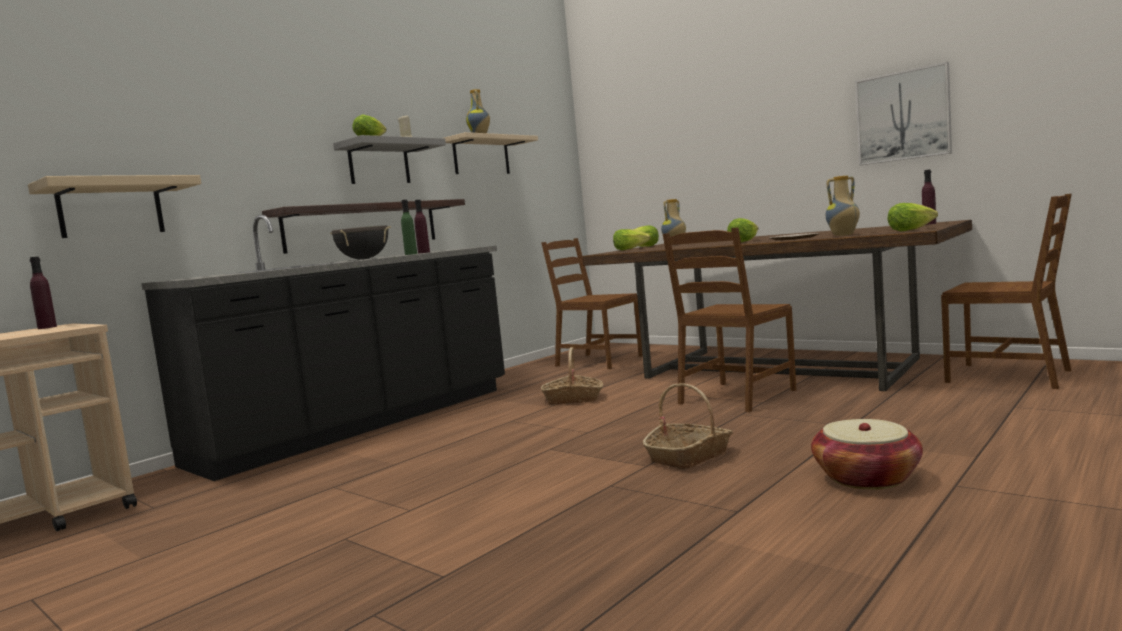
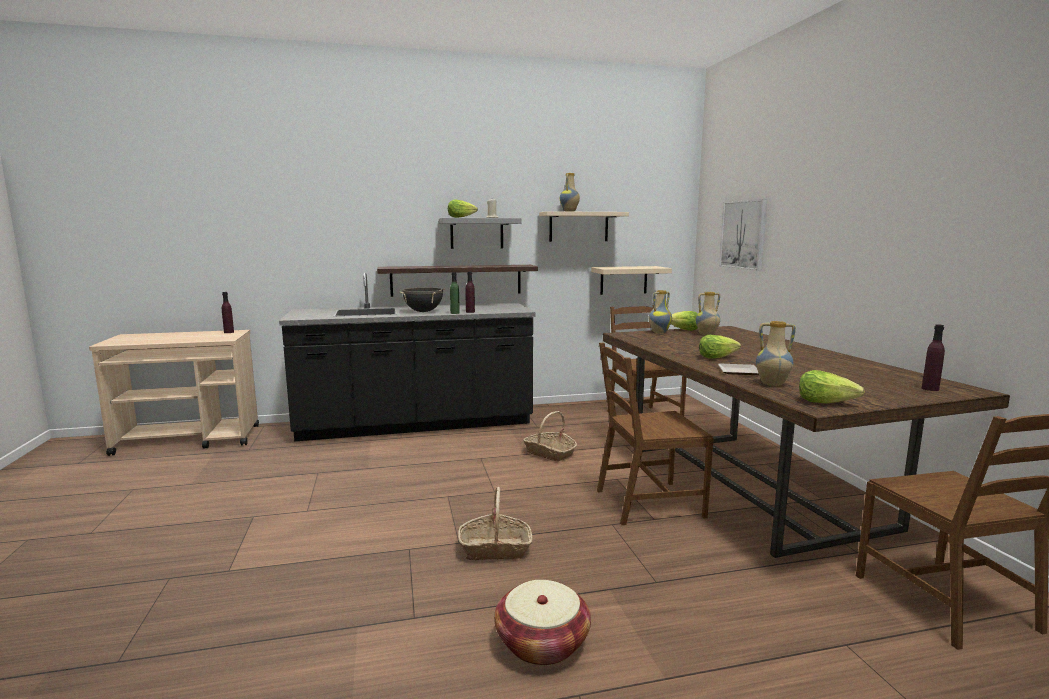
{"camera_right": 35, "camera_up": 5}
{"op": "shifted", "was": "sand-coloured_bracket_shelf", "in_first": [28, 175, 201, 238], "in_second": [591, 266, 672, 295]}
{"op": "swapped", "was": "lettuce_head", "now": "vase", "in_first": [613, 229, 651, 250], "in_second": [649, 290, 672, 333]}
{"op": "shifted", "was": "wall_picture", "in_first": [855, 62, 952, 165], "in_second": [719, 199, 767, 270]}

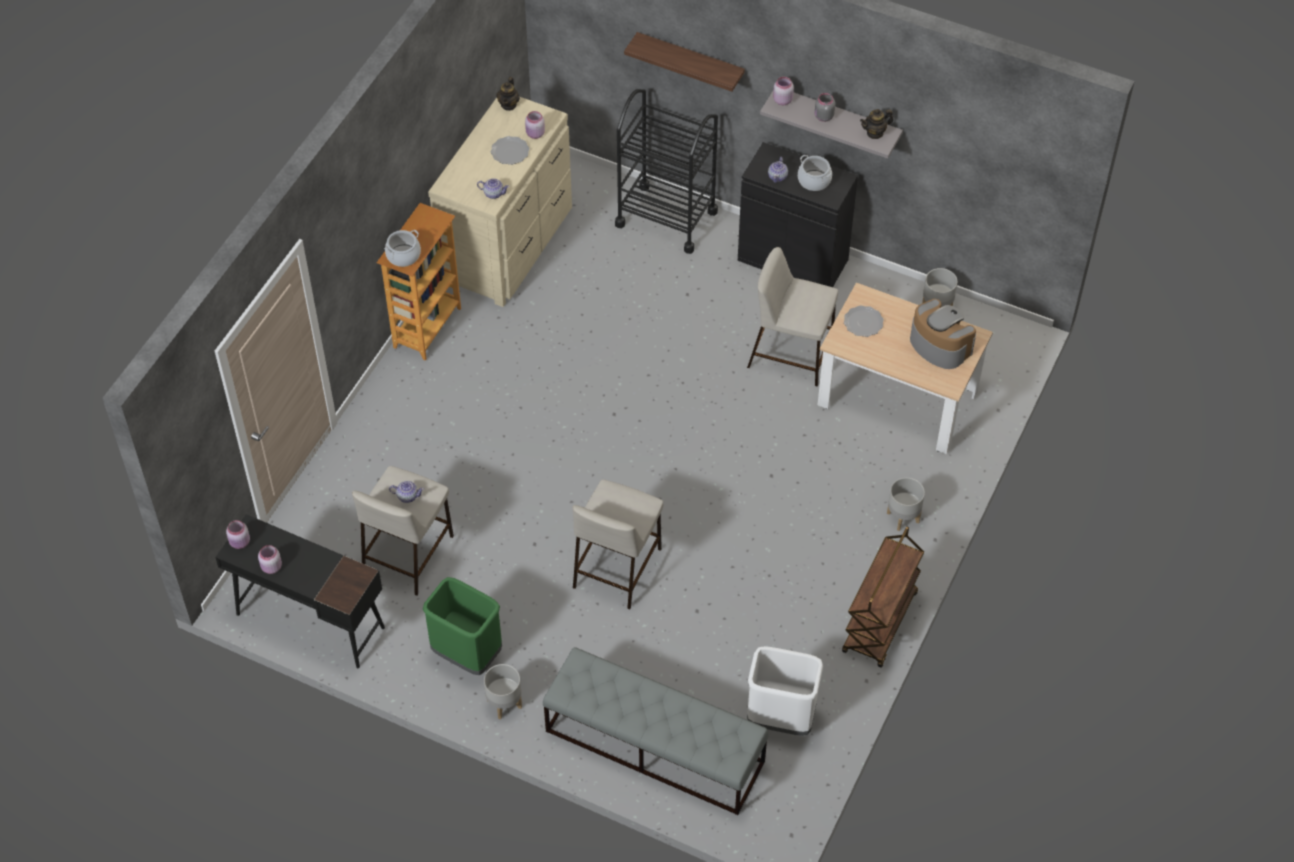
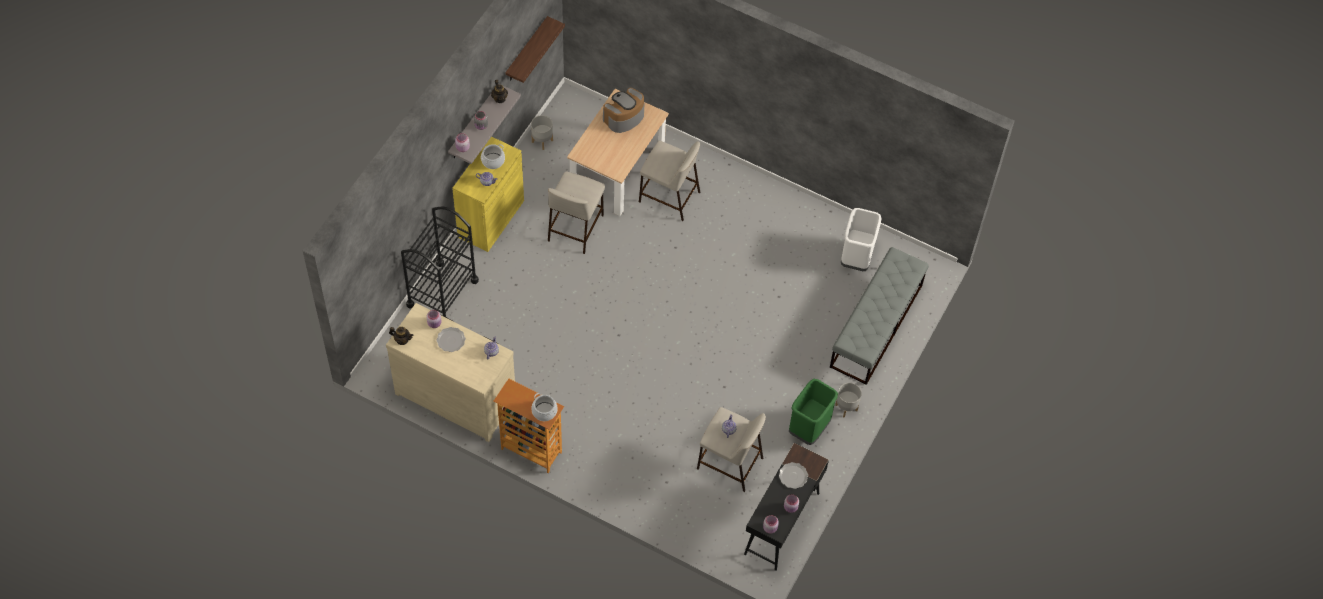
{"camera_right": -90, "camera_up": 5}
{"op": "shifted", "was": "sand-coloured_stool_seat", "in_first": [573, 479, 663, 609], "in_second": [639, 141, 700, 221]}
{"op": "shifted", "was": "bracket_shelf", "in_first": [624, 32, 745, 92], "in_second": [505, 16, 565, 83]}
{"op": "repainted", "was": "blackish_cupboard", "now": "yellow-coloured_cupboard", "in_first": [738, 142, 858, 287], "in_second": [452, 137, 524, 252]}
{"op": "gone", "was": "brownish_wheeled_cart", "in_first": [842, 527, 924, 668]}
{"op": "shifted", "was": "plate", "in_first": [844, 306, 884, 337], "in_second": [779, 462, 808, 489]}
{"op": "gone", "was": "greyish_plant_pot", "in_first": [887, 478, 925, 531]}

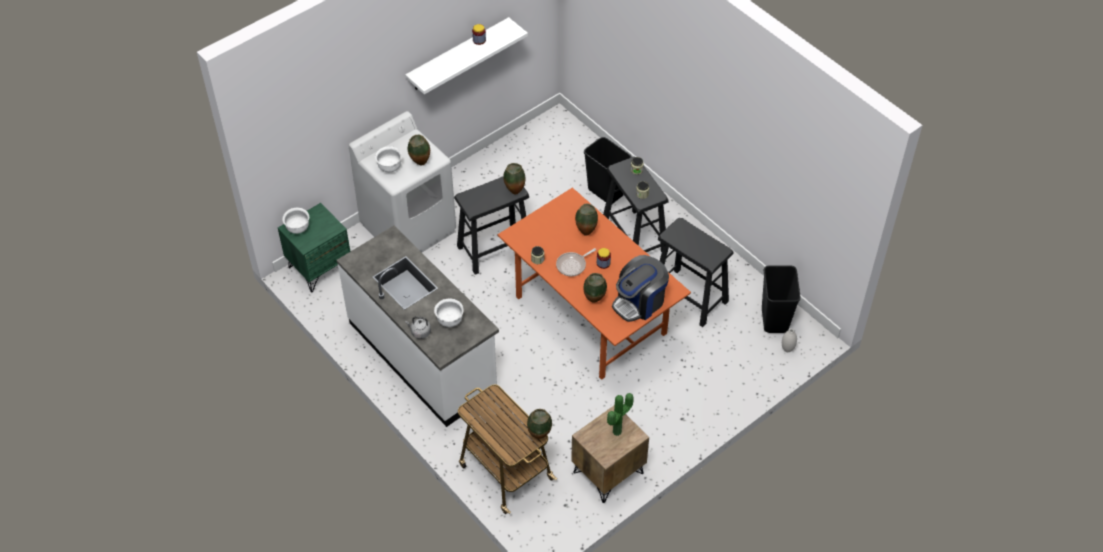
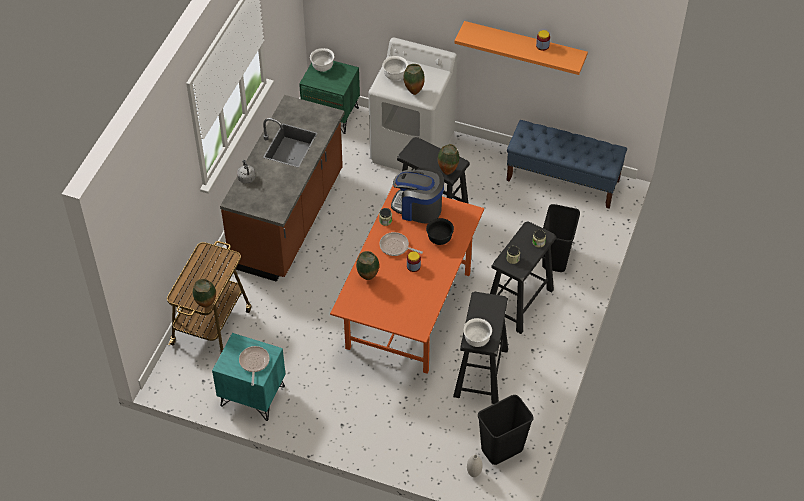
{"camera_right": 60, "camera_up": 0}
{"op": "repainted", "was": "white-coloured_counter", "now": "brownish_counter", "in_first": [337, 226, 499, 427], "in_second": [220, 95, 345, 282]}
{"op": "repainted", "was": "white-coloured_bracket_shelf", "now": "orange-coloured_bracket_shelf", "in_first": [405, 17, 528, 94], "in_second": [454, 21, 588, 75]}
{"op": "shifted", "was": "white-coloured_bowl", "in_first": [434, 298, 464, 327], "in_second": [463, 318, 492, 347]}
{"op": "repainted", "was": "brownish_bedside_table", "now": "blue-green_bedside_table", "in_first": [571, 405, 649, 503], "in_second": [212, 333, 285, 421]}
{"op": "swapped", "was": "vase", "now": "blackish_bowl", "in_first": [575, 204, 598, 236], "in_second": [426, 218, 454, 245]}
{"op": "swapped", "was": "potted_plant", "now": "skillet", "in_first": [607, 393, 634, 436], "in_second": [239, 346, 270, 386]}
{"op": "shifted", "was": "coffee_maker", "in_first": [612, 255, 669, 322], "in_second": [391, 168, 444, 224]}
{"op": "new", "now": "blue-coloured_bench", "in_second": [506, 120, 627, 208]}

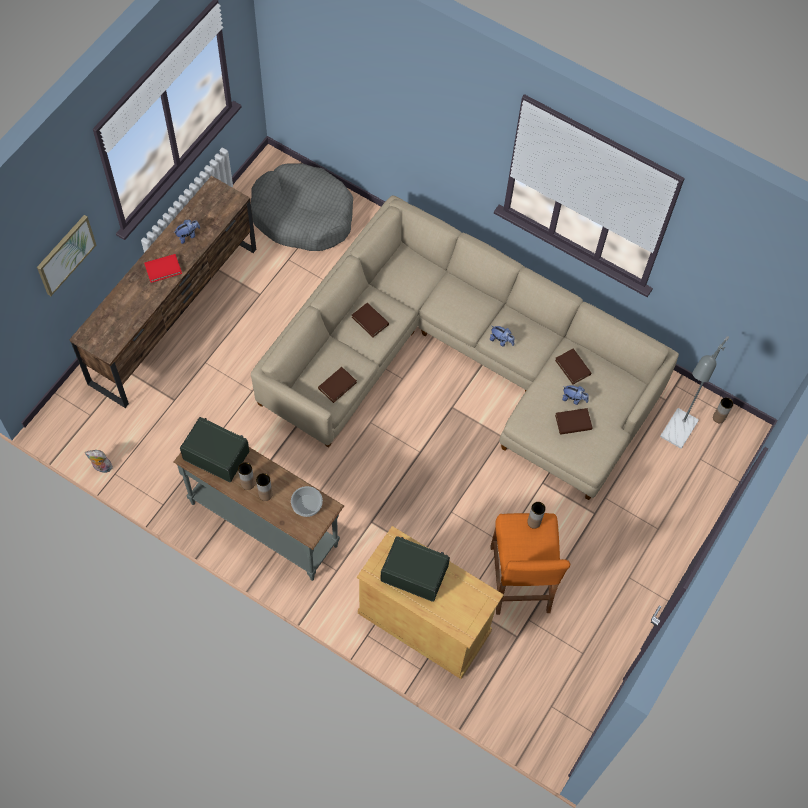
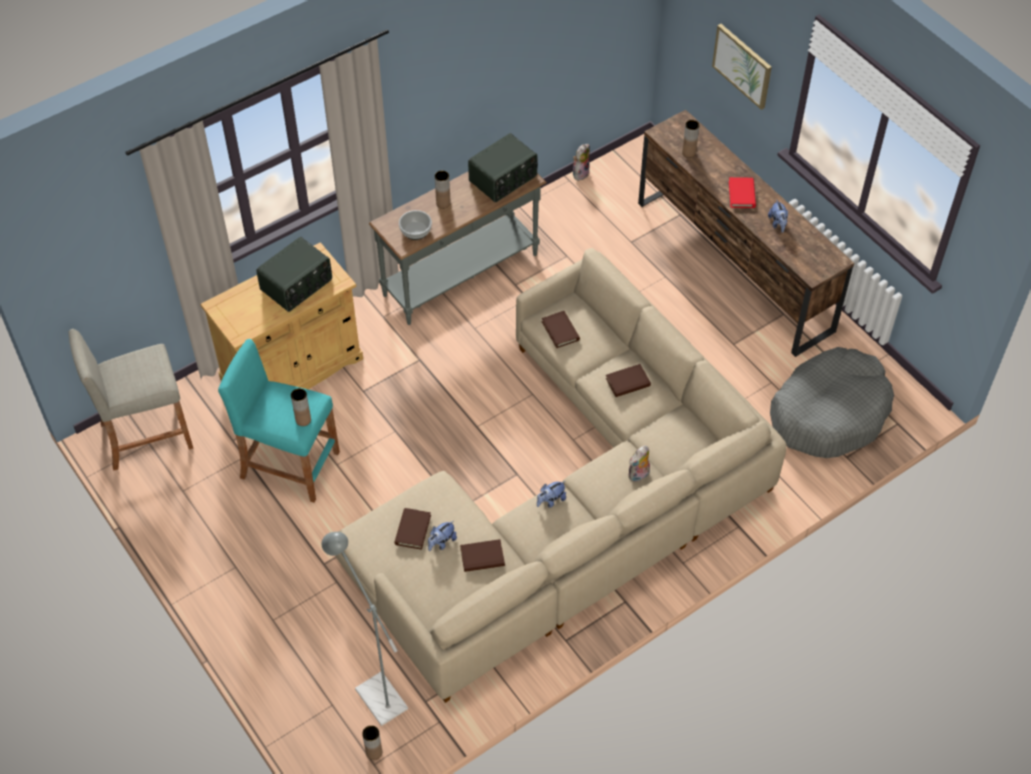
{"camera_right": 115, "camera_up": -10}
{"op": "shifted", "was": "brownish_vase", "in_first": [238, 462, 255, 490], "in_second": [682, 120, 700, 158]}
{"op": "repainted", "was": "orange-coloured_stool_seat", "now": "blue-green_stool_seat", "in_first": [490, 513, 570, 615], "in_second": [218, 339, 340, 503]}
{"op": "new", "now": "sand-coloured_stool_seat", "in_second": [68, 329, 193, 471]}
{"op": "new", "now": "cuddly_toy", "in_second": [629, 446, 650, 482]}

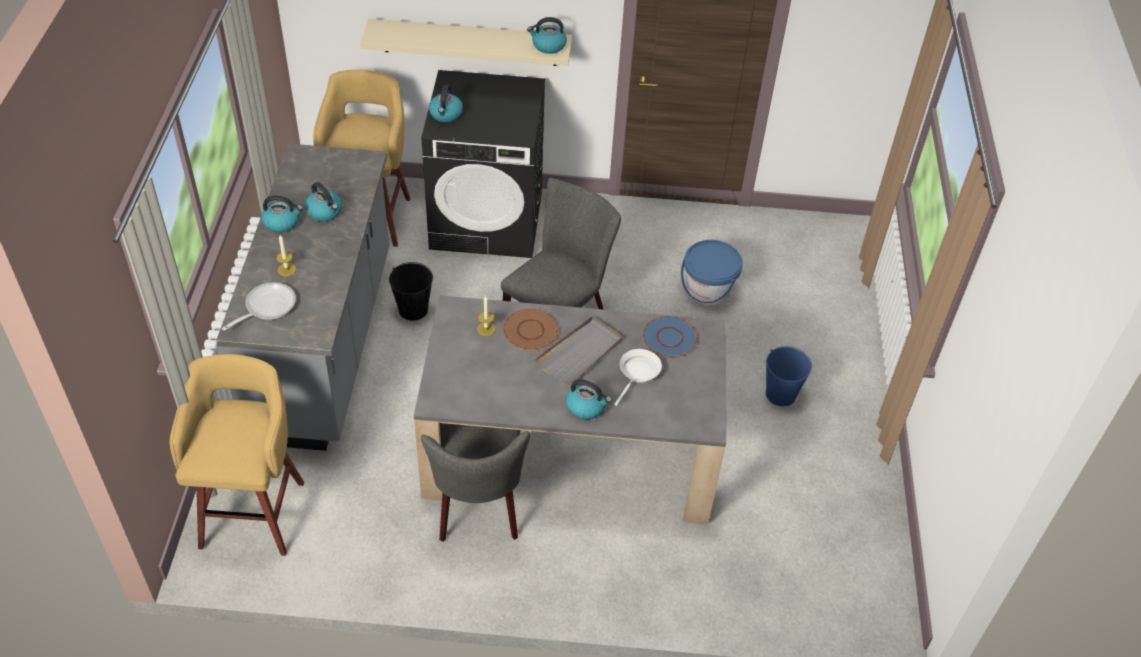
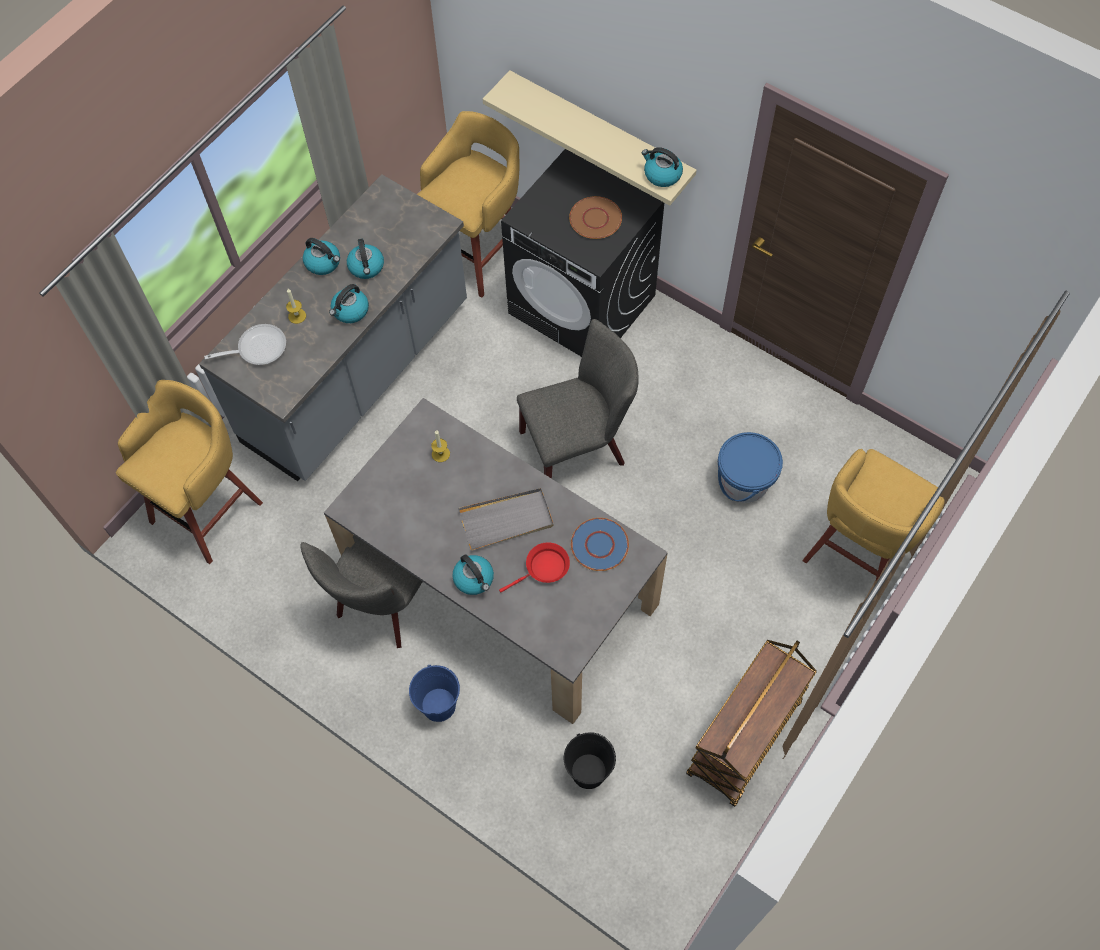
{"camera_right": 35, "camera_up": 15}
{"op": "shifted", "was": "blackish_pail", "in_first": [389, 262, 433, 321], "in_second": [564, 732, 616, 789]}
{"op": "shifted", "was": "water_kettle", "in_first": [429, 84, 463, 122], "in_second": [329, 284, 369, 323]}
{"op": "shifted", "was": "brownish_plate", "in_first": [503, 309, 558, 350], "in_second": [569, 196, 622, 239]}
{"op": "repainted", "was": "white-coloured_skillet", "now": "reddish_skillet", "in_first": [614, 349, 662, 406], "in_second": [499, 542, 570, 593]}
{"op": "shifted", "was": "blue-coloured_pail", "in_first": [766, 346, 812, 406], "in_second": [409, 665, 460, 722]}
{"op": "new", "now": "brownish_wheeled_cart", "in_second": [686, 640, 817, 807]}
{"op": "new", "now": "yellow-coloured_stool_seat", "in_second": [803, 449, 945, 580]}

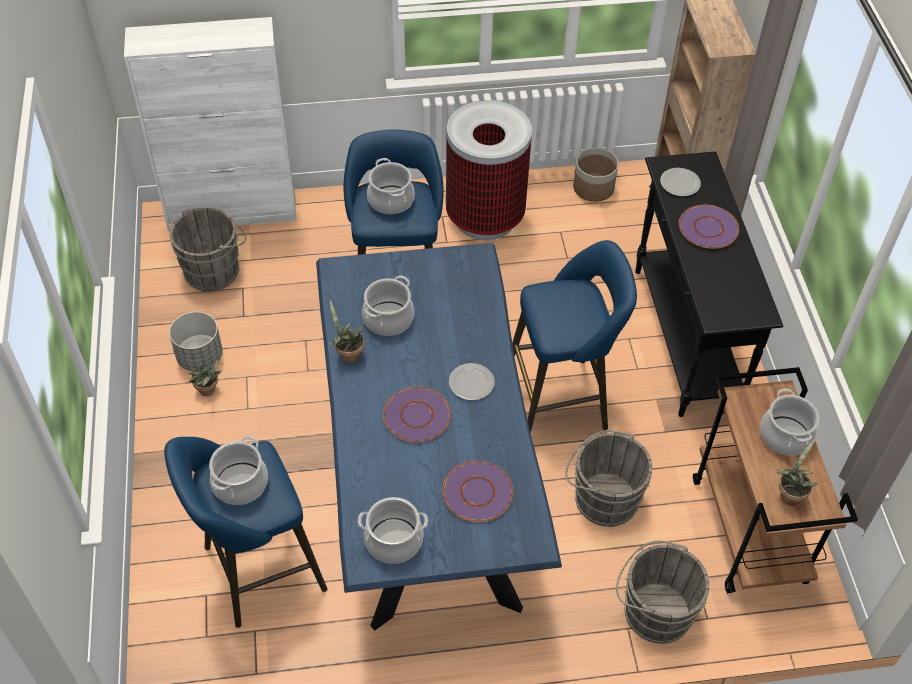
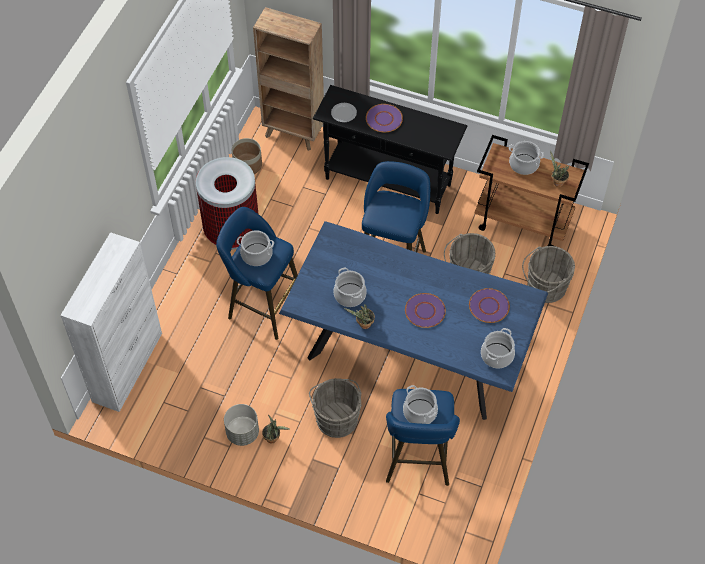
{"camera_right": -60, "camera_up": 5}
{"op": "shifted", "was": "greyish_pail", "in_first": [170, 208, 247, 292], "in_second": [309, 378, 362, 438]}
{"op": "gone", "was": "plate", "in_first": [449, 363, 495, 400]}

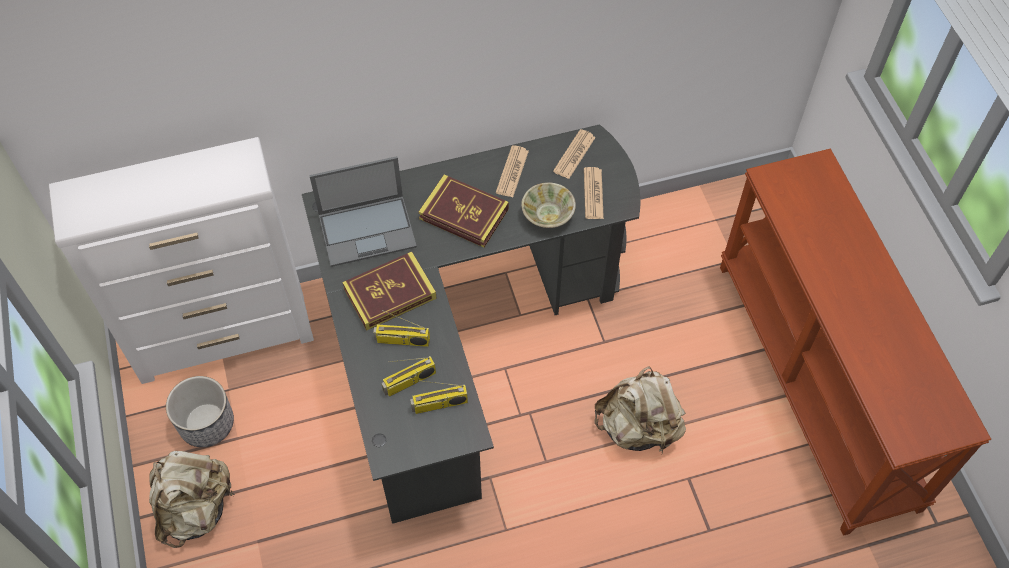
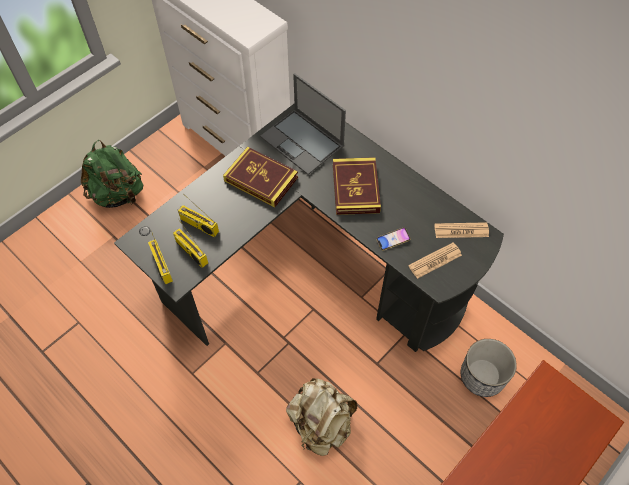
{"camera_right": 60, "camera_up": 0}
{"op": "repainted", "was": "sand-coloured_backpack", "now": "green_backpack", "in_first": [149, 451, 235, 548], "in_second": [81, 140, 143, 208]}
{"op": "shifted", "was": "plant_pot", "in_first": [166, 376, 234, 447], "in_second": [461, 339, 517, 397]}
{"op": "shifted", "was": "radio_set", "in_first": [373, 310, 430, 347], "in_second": [148, 231, 173, 285]}
{"op": "gone", "was": "printed_paper", "in_first": [496, 145, 529, 197]}
{"op": "swapped", "was": "sand-coloured_bowl", "now": "telephone", "in_first": [521, 182, 576, 228], "in_second": [376, 227, 411, 251]}

